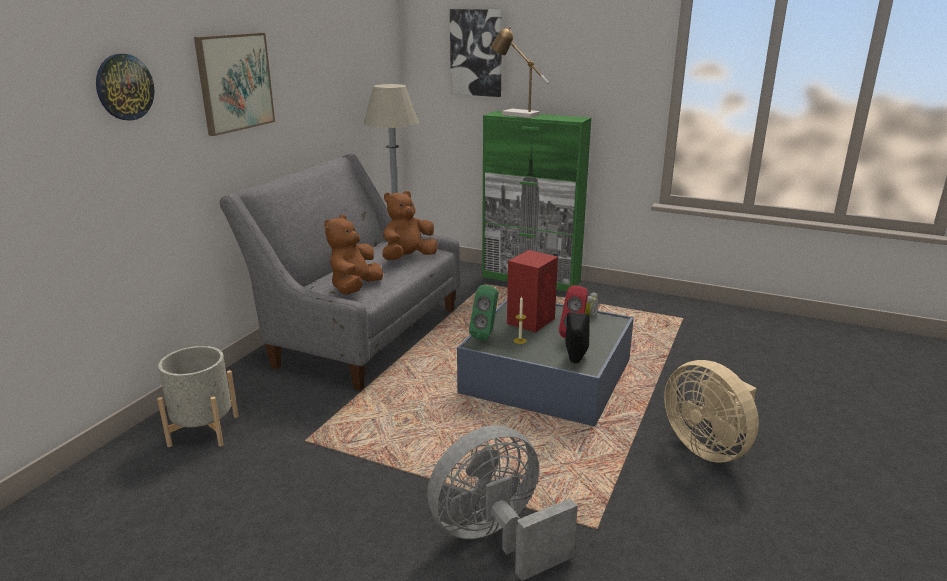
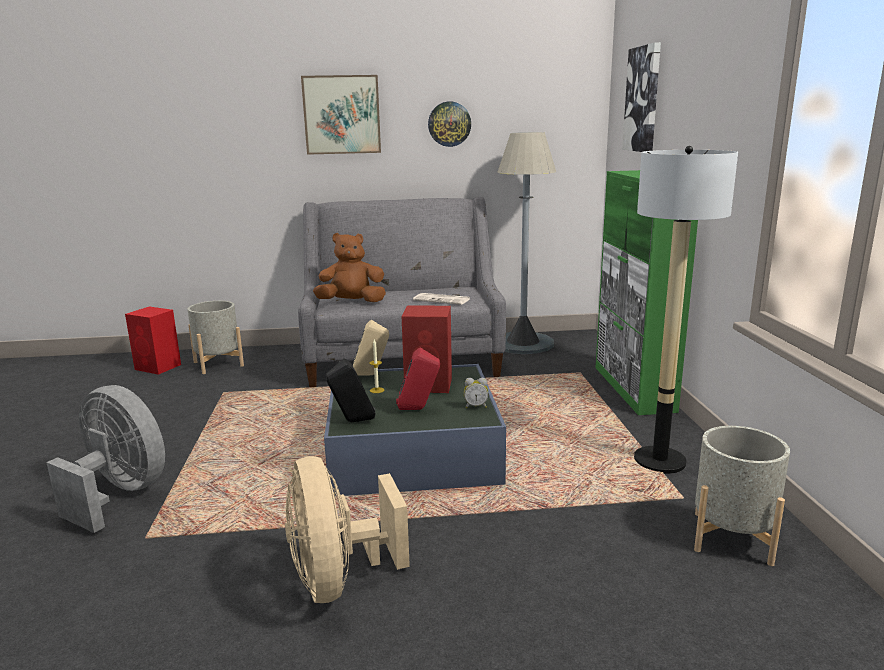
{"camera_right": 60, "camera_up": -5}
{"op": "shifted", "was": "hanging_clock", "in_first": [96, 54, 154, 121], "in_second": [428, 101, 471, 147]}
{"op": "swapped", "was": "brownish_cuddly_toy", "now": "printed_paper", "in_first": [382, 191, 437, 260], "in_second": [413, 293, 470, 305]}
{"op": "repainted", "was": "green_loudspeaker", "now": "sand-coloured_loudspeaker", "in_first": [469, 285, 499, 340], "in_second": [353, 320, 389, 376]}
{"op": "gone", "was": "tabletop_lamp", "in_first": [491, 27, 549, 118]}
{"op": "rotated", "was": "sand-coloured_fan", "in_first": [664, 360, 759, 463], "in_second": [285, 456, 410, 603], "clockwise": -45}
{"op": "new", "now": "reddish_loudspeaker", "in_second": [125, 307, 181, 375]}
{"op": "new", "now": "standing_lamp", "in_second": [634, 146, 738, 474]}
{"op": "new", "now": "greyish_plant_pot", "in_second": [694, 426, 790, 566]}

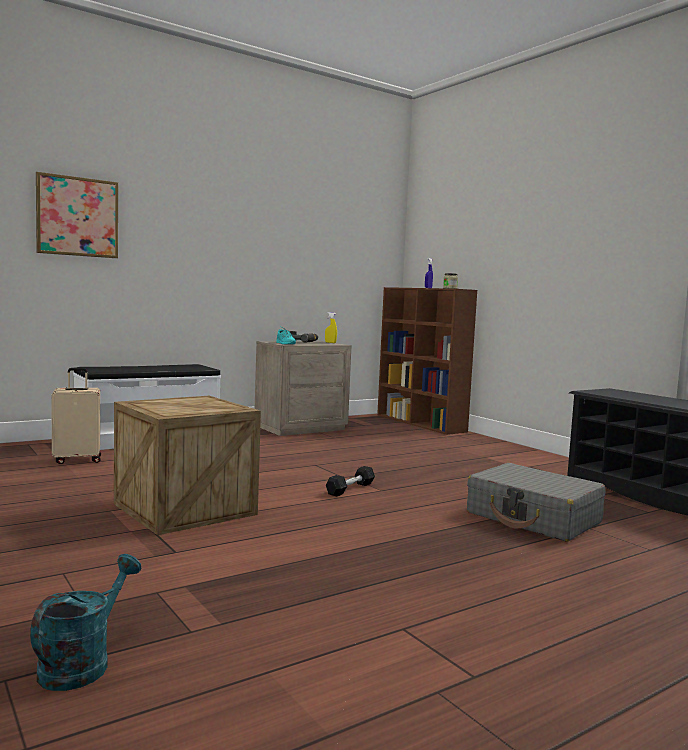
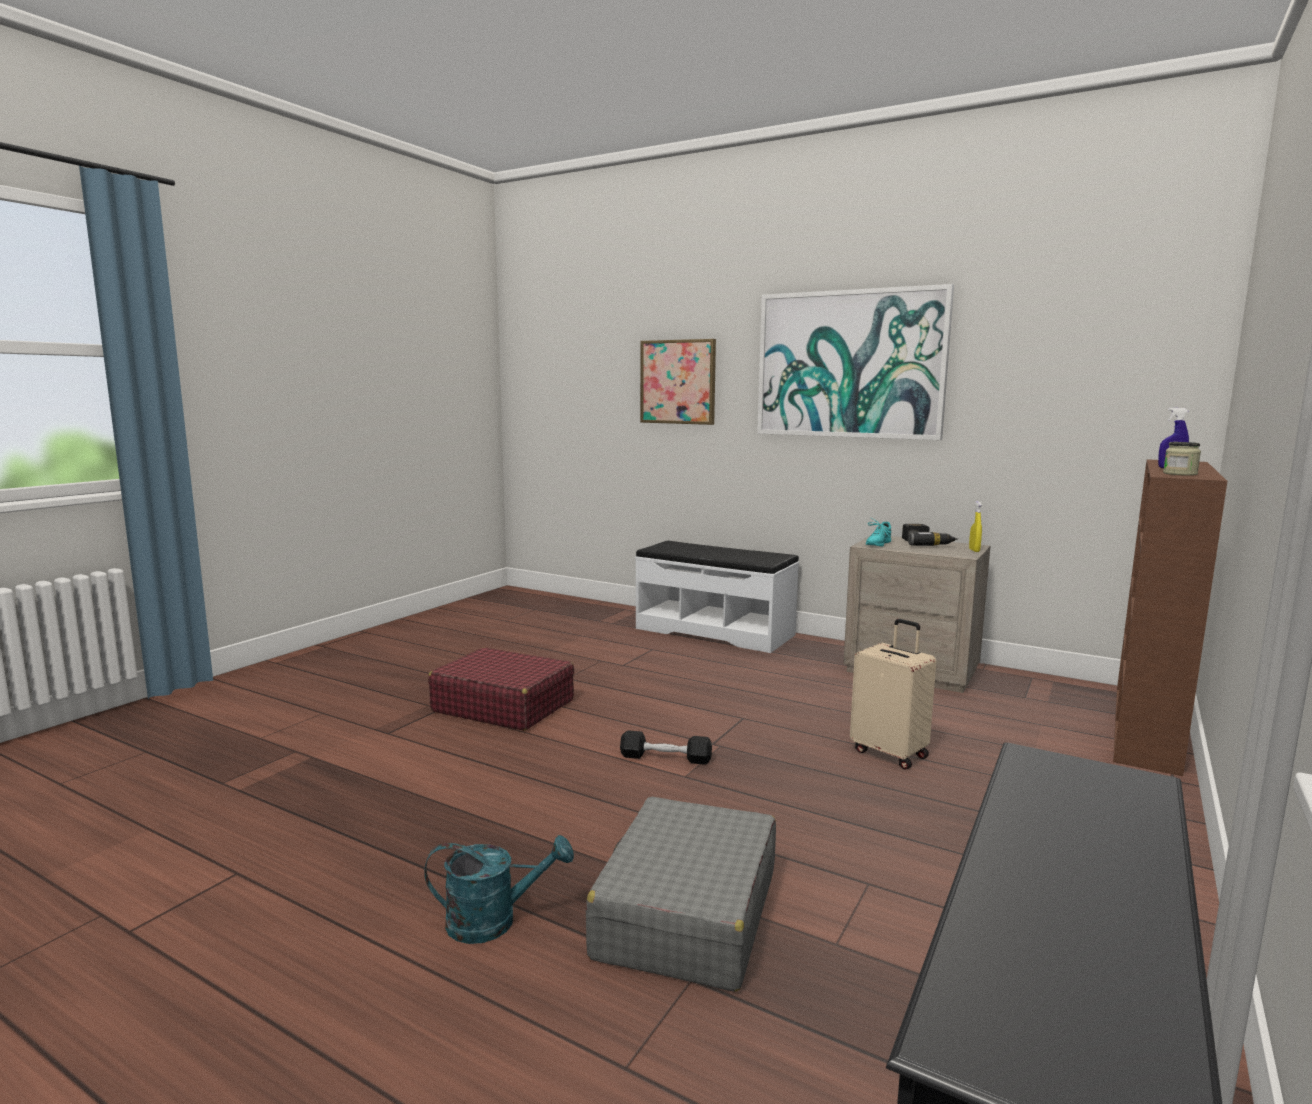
{"camera_right": 65, "camera_up": 5}
{"op": "shifted", "was": "blue-green_watering_can", "in_first": [30, 554, 141, 691], "in_second": [424, 835, 574, 944]}
{"op": "shifted", "was": "sand-coloured_piece_of_luggage", "in_first": [51, 368, 101, 464], "in_second": [850, 619, 936, 769]}
{"op": "swapped", "was": "packing_crate", "now": "reddish_piece_of_luggage", "in_first": [114, 396, 261, 535], "in_second": [428, 648, 575, 730]}
{"op": "new", "now": "wall_picture", "in_second": [757, 284, 954, 440]}

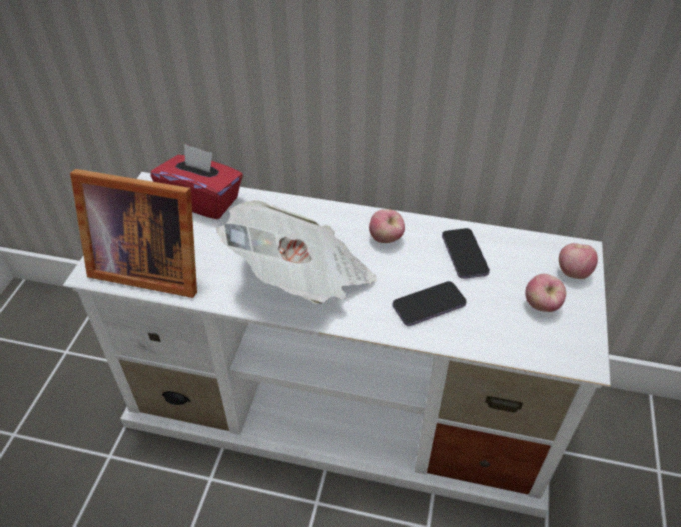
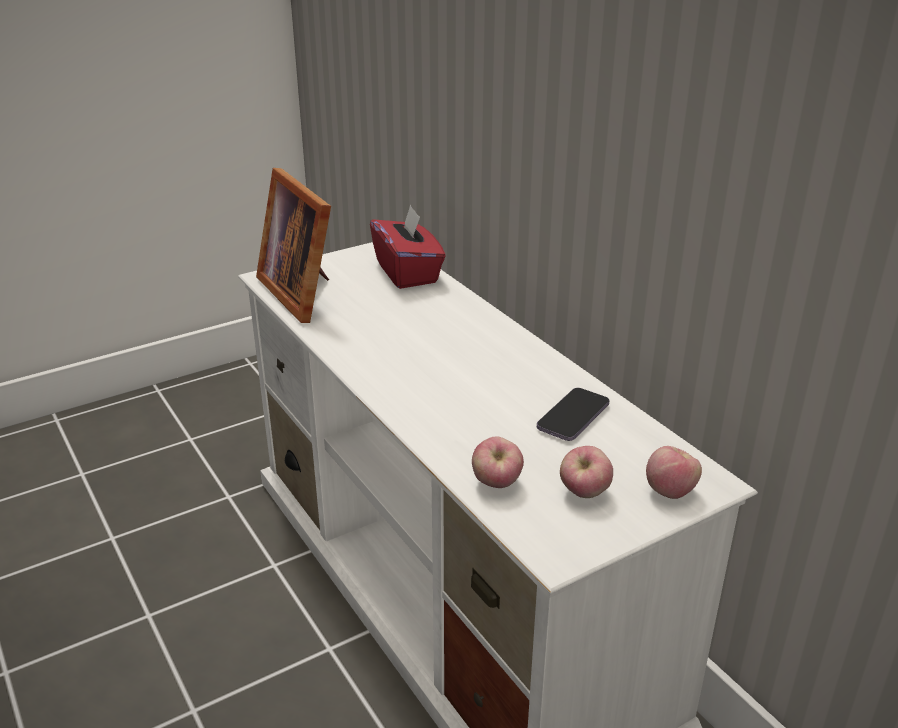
{"camera_right": 45, "camera_up": -15}
{"op": "gone", "was": "printed_paper", "in_first": [216, 201, 376, 304]}
{"op": "shifted", "was": "whole_apple", "in_first": [369, 209, 405, 243], "in_second": [472, 436, 524, 488]}
{"op": "gone", "was": "telephone", "in_first": [393, 281, 467, 326]}

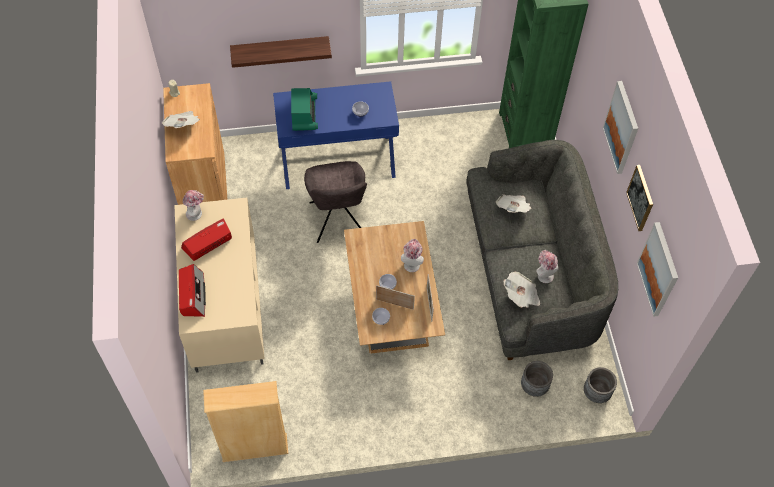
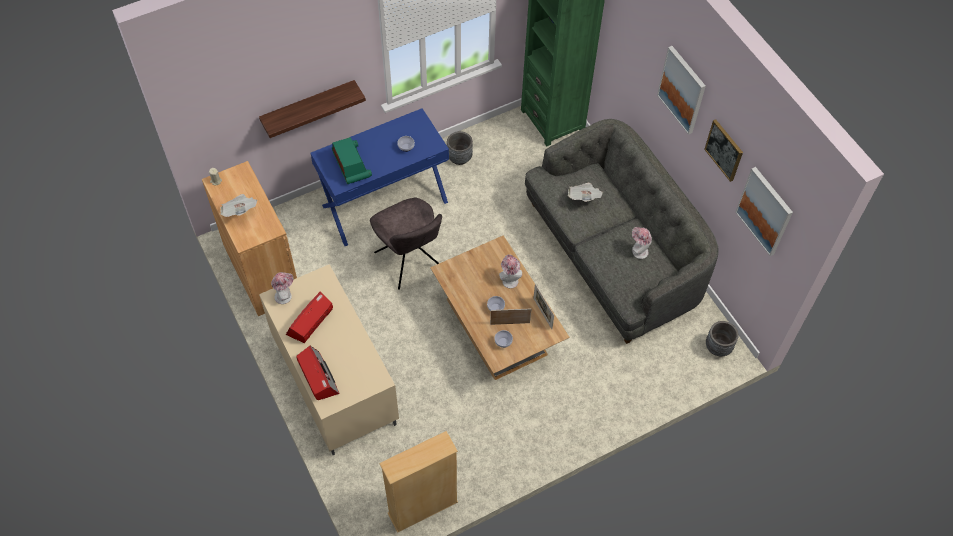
{"camera_right": -20, "camera_up": 0}
{"op": "gone", "was": "printed_paper", "in_first": [504, 272, 540, 308]}
{"op": "shifted", "was": "greyish_plant_pot", "in_first": [521, 361, 553, 397], "in_second": [447, 131, 473, 165]}

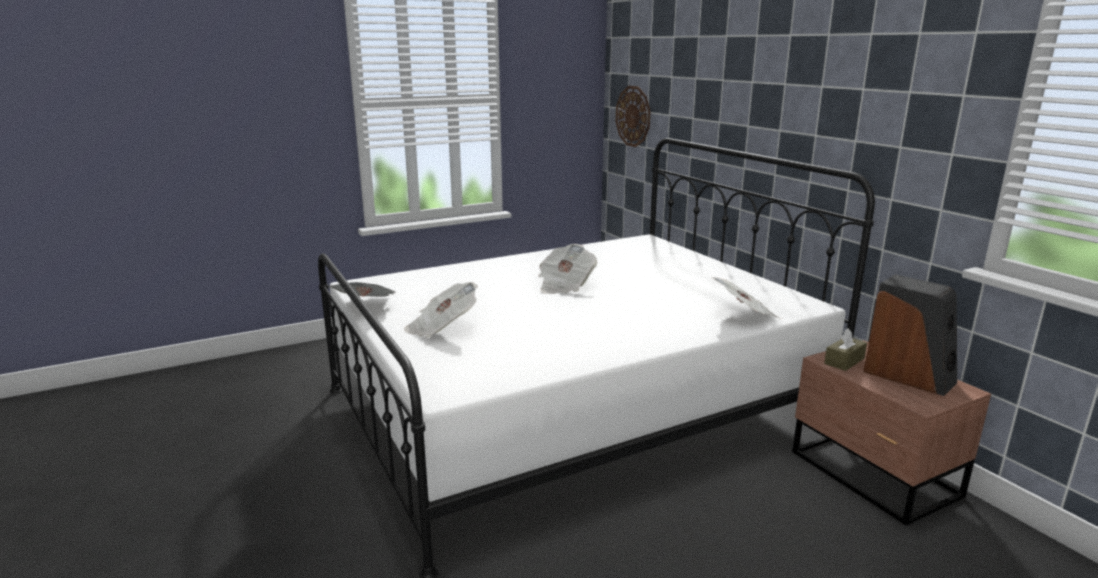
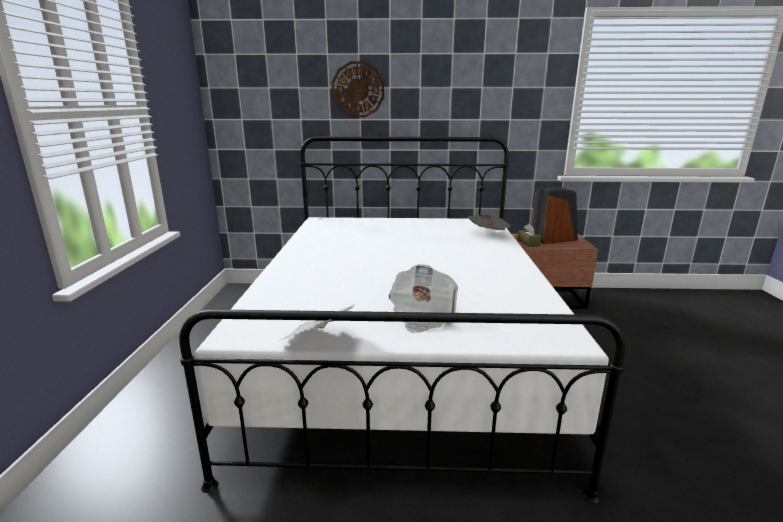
{"camera_right": -60, "camera_up": 0}
{"op": "gone", "was": "printed_paper", "in_first": [538, 244, 598, 294]}
{"op": "shifted", "was": "hanging_clock", "in_first": [616, 86, 651, 147], "in_second": [332, 61, 384, 118]}

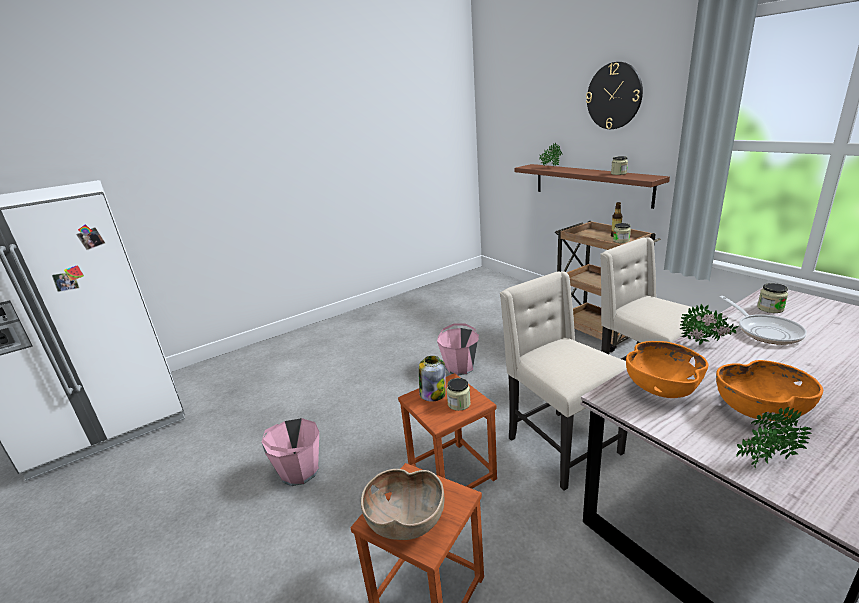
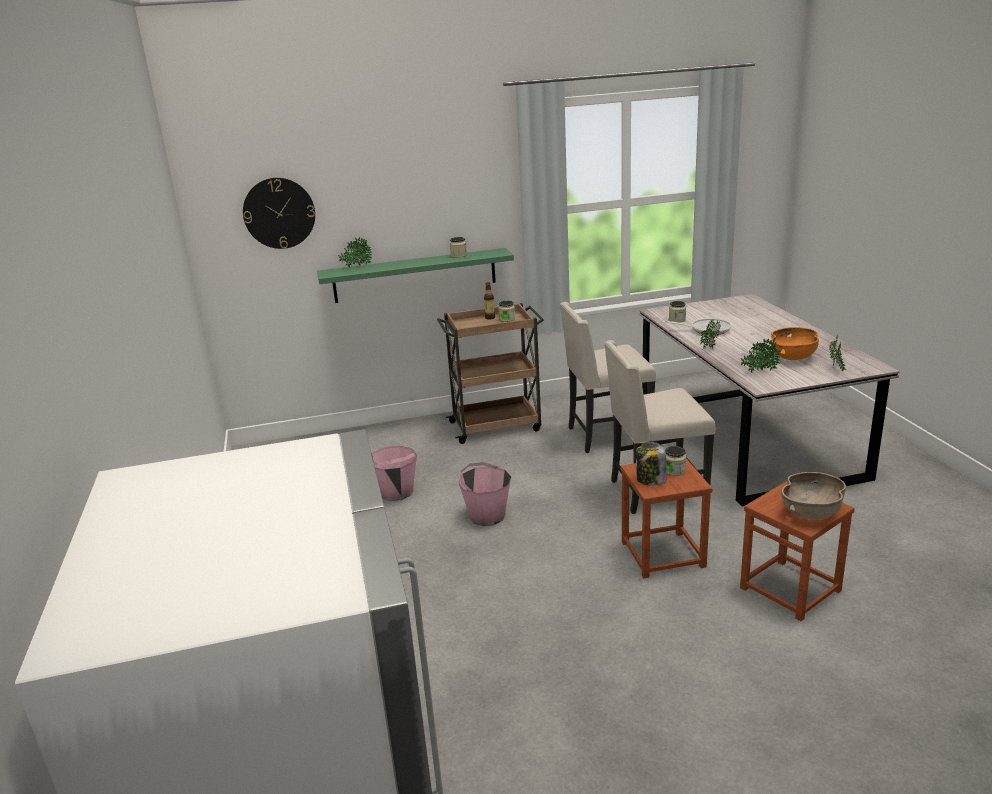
{"camera_right": -70, "camera_up": 0}
{"op": "shifted", "was": "pink-coloured_pail", "in_first": [261, 418, 319, 486], "in_second": [371, 446, 417, 501]}
{"op": "repainted", "was": "brownish_bracket_shelf", "now": "green_bracket_shelf", "in_first": [515, 164, 670, 209], "in_second": [317, 248, 514, 303]}
{"op": "shifted", "was": "hanging_clock", "in_first": [586, 62, 643, 129], "in_second": [243, 178, 315, 249]}
{"op": "swapped", "was": "orange-coloured_bowl", "now": "potted_plant", "in_first": [626, 341, 709, 398], "in_second": [741, 339, 781, 373]}

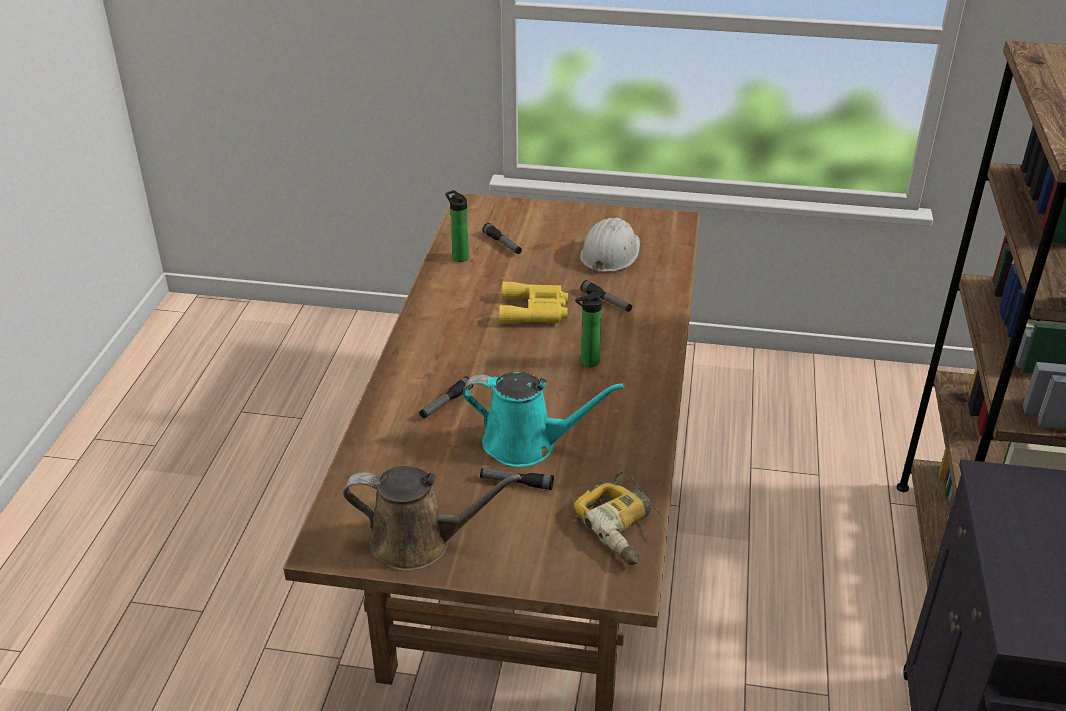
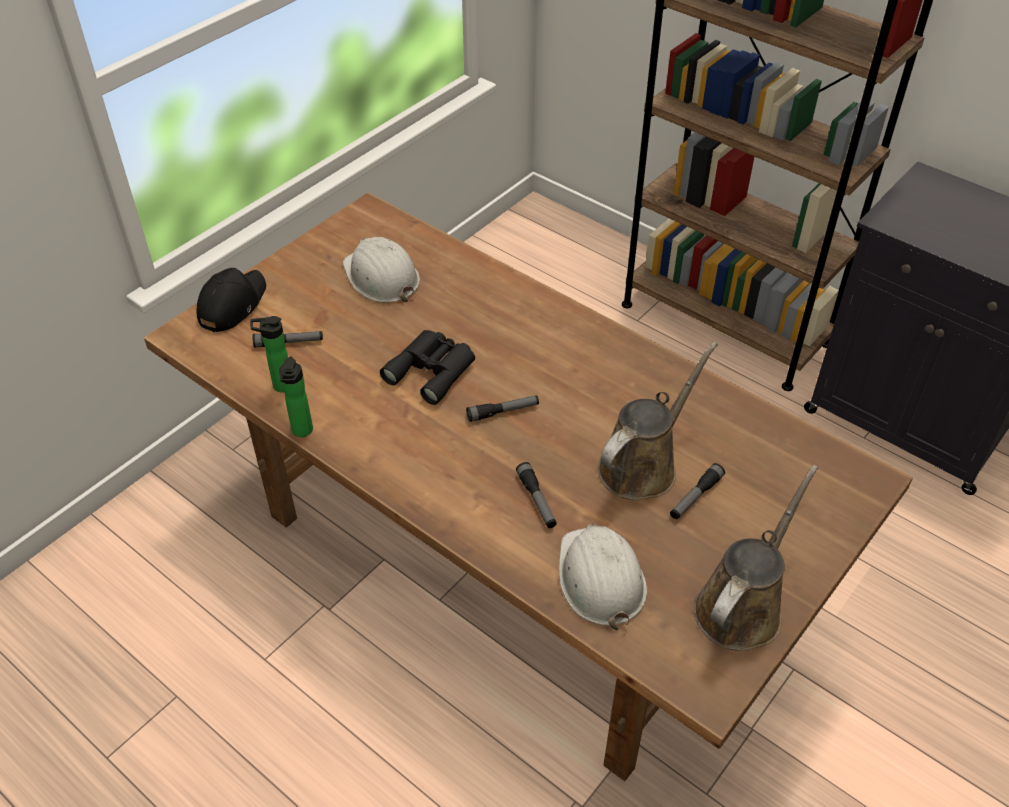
{"camera_right": -60, "camera_up": 10}
{"op": "repainted", "was": "blue-green_watering_can", "now": "brownish_watering_can", "in_first": [463, 371, 625, 467], "in_second": [598, 342, 718, 501]}
{"op": "repainted", "was": "yellow-coloured_field_glasses", "now": "blackish_field_glasses", "in_first": [499, 282, 568, 324], "in_second": [380, 330, 475, 405]}
{"op": "gone", "was": "power_drill", "in_first": [574, 469, 667, 565]}
{"op": "shifted", "was": "beverage_bottle", "in_first": [575, 292, 602, 367], "in_second": [279, 356, 313, 437]}
{"op": "shifted", "was": "hand_torch", "in_first": [581, 280, 632, 312], "in_second": [466, 395, 539, 422]}
{"op": "new", "now": "blackish_cap", "in_second": [197, 268, 266, 332]}
{"op": "new", "now": "white-coloured_safety_helmet", "in_second": [559, 524, 647, 630]}

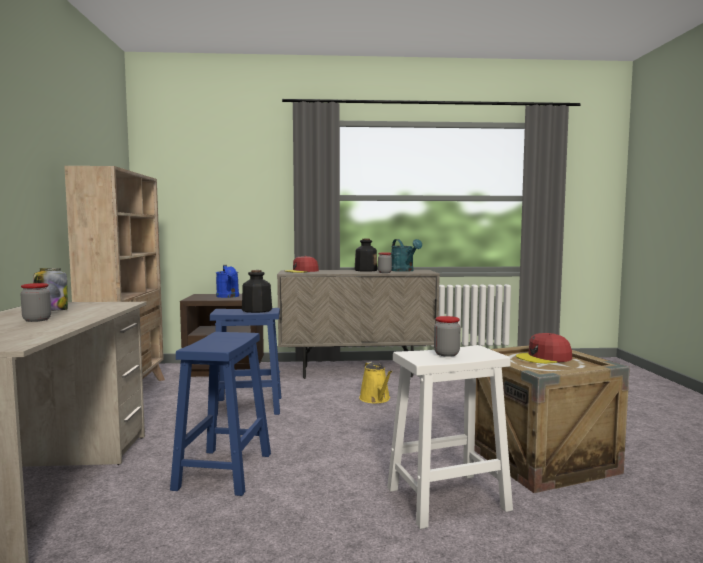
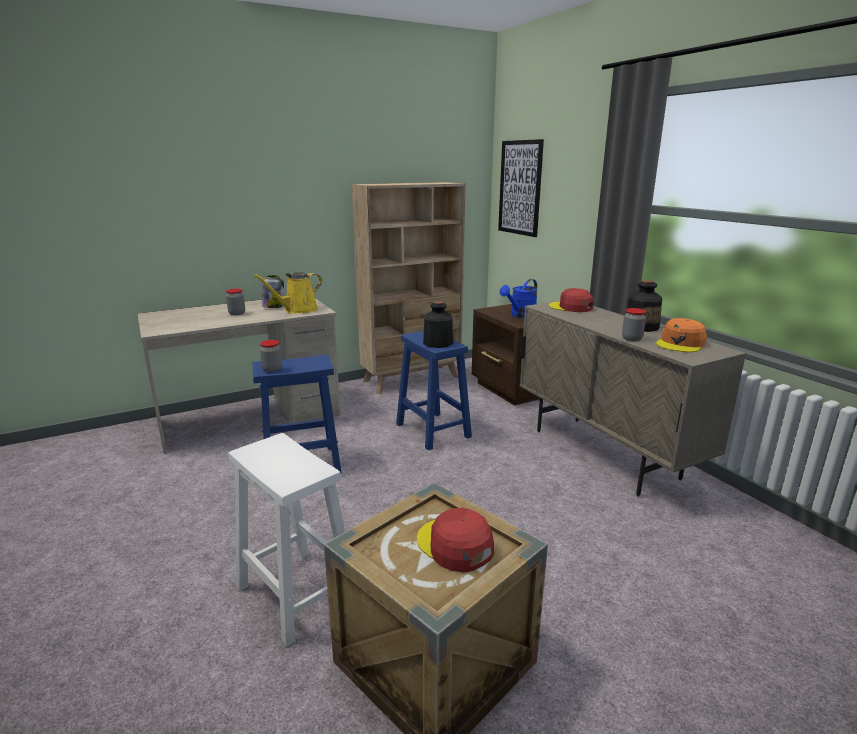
{"camera_right": 65, "camera_up": 15}
{"op": "shifted", "was": "yellow-coloured_watering_can", "in_first": [359, 362, 392, 403], "in_second": [253, 272, 322, 314]}
{"op": "swapped", "was": "blue-green_watering_can", "now": "orange-coloured_cap", "in_first": [391, 239, 422, 272], "in_second": [656, 318, 707, 352]}
{"op": "shifted", "was": "storage_jar", "in_first": [434, 316, 460, 357], "in_second": [260, 340, 282, 372]}
{"op": "new", "now": "wall_picture", "in_second": [498, 139, 544, 237]}

